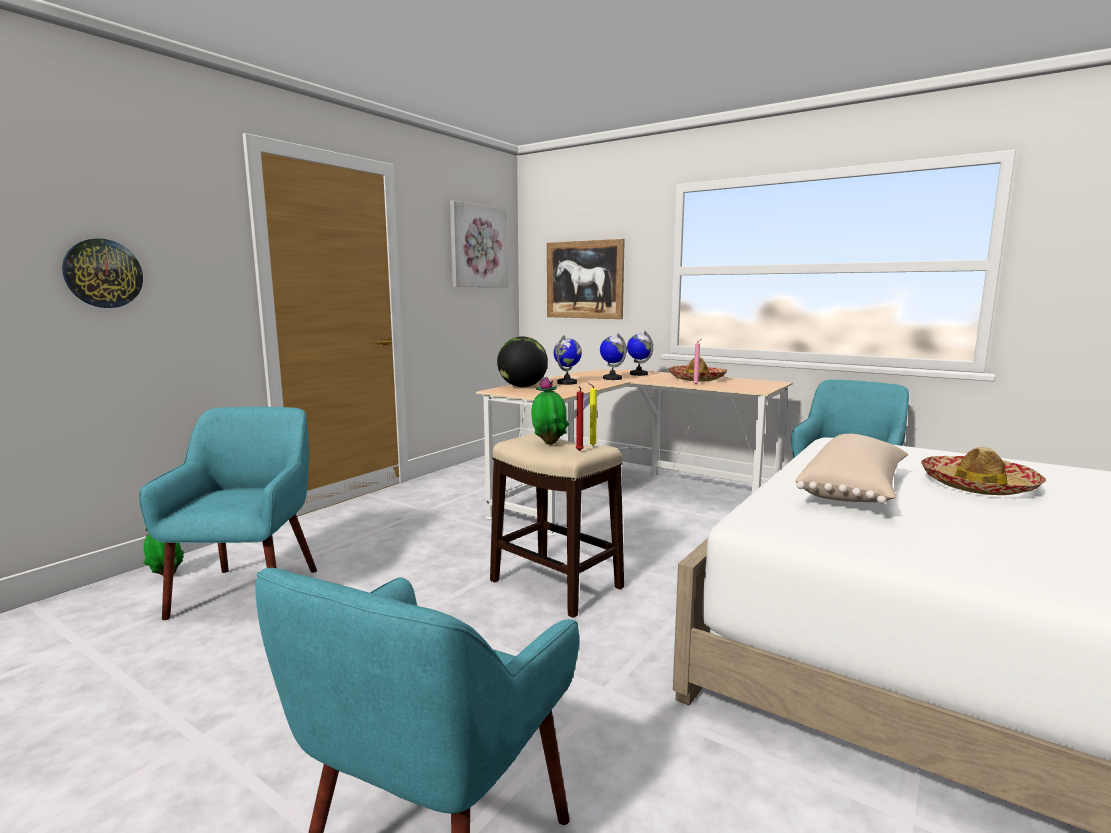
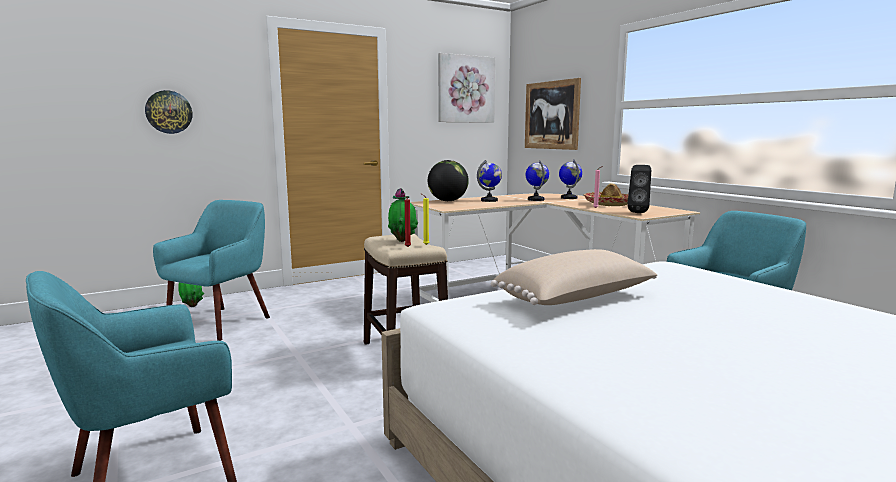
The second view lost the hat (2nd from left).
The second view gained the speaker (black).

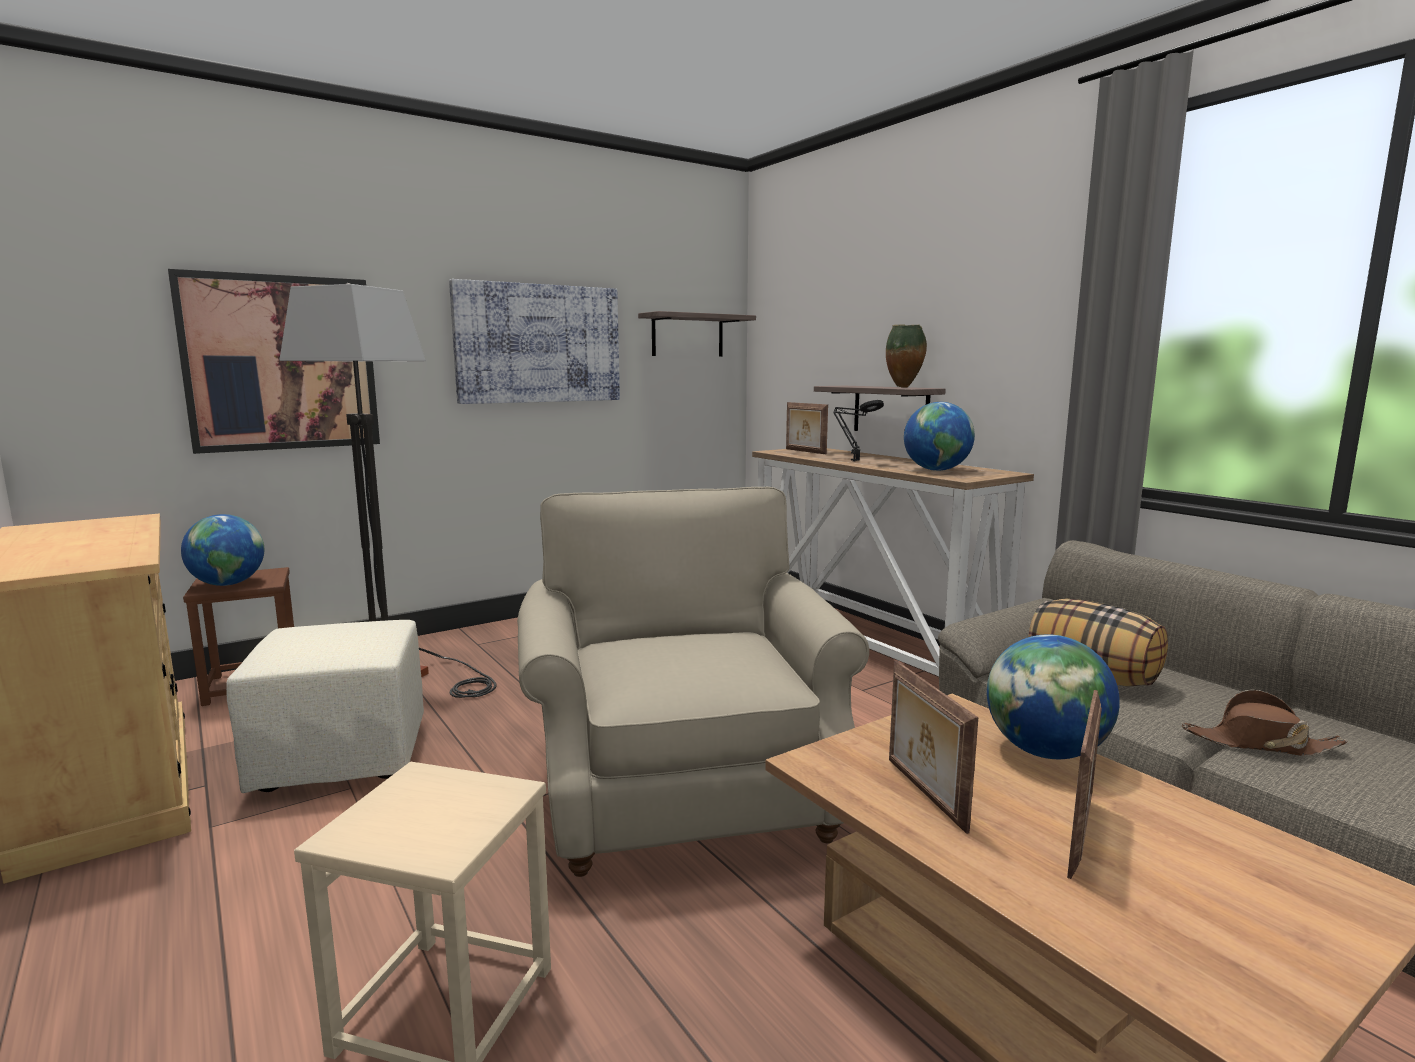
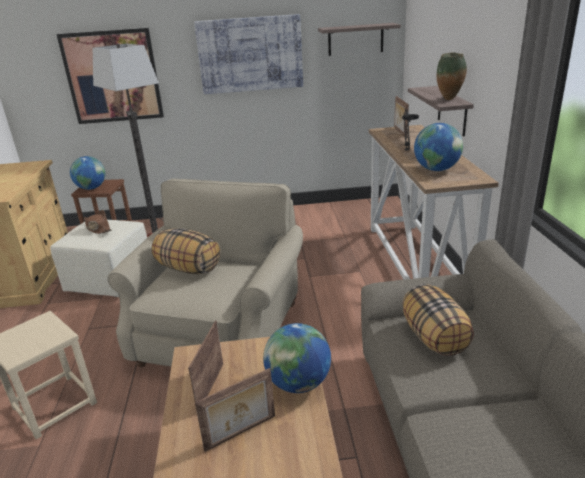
The second view gained the pillow (1st from left).
The hat (brown) ended up elsewhere.

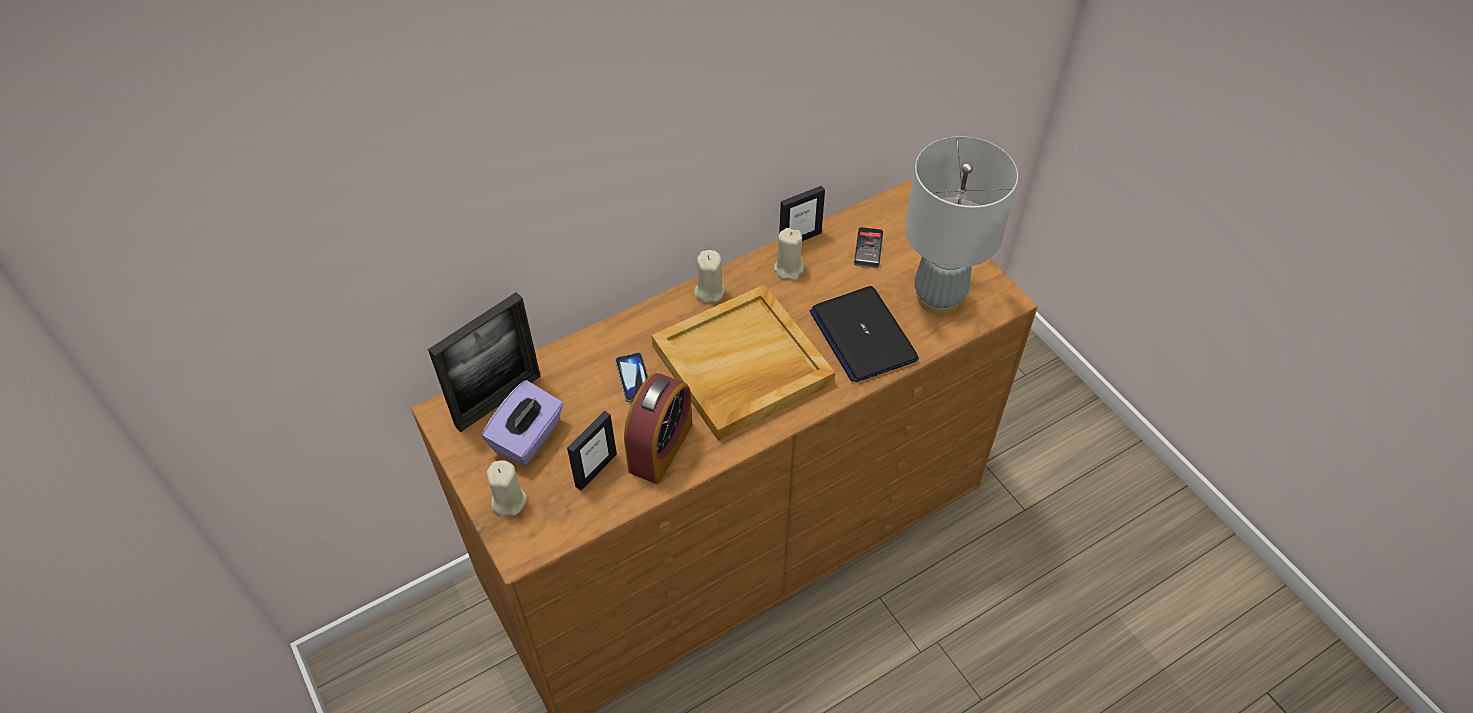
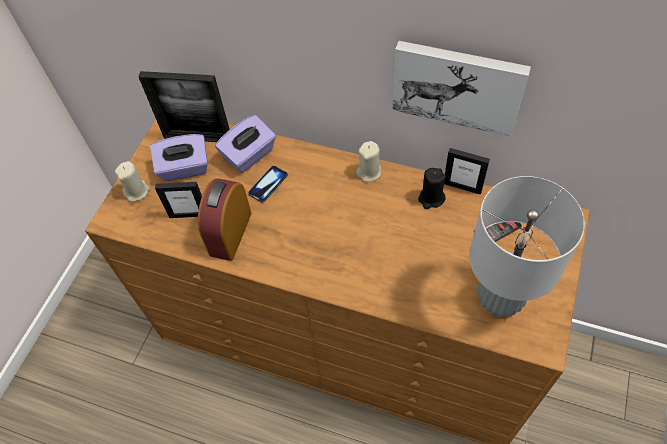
The second view lost the tray (beige).
The second view lost the laptop.
The second view gained the tissue box (purple) (2nd from left).
The second view gained the picture.
What was the candle (beige) (3rd from left) turned into the candle (black).
The alarm clock ended up facing another way, 120 degrees clockwise from before.

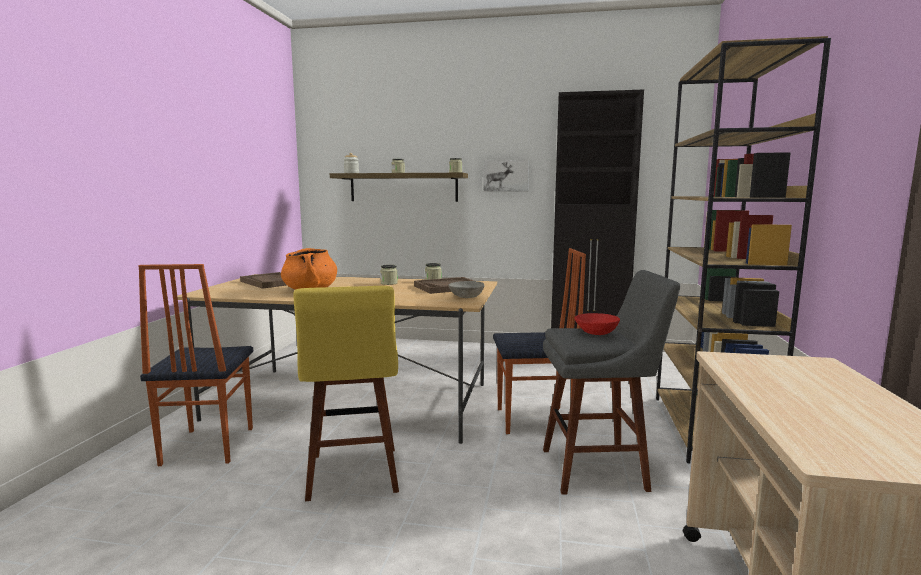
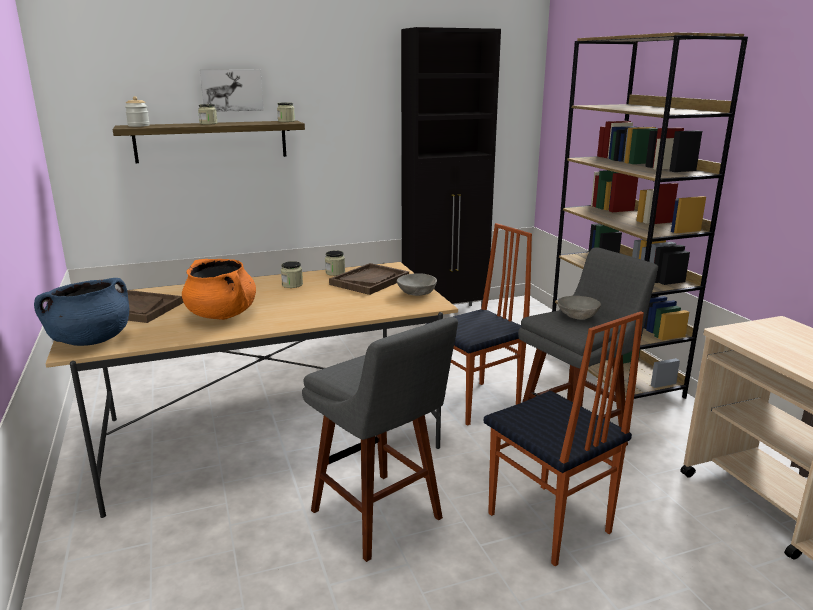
The second view gained the cooking pot (blue).
The chair (1st from left in the first image) ended up elsewhere.
The picture ended up elsewhere.
What was the stool (yellow) turned into the stool (grey) (1st from left).
What was the bowl (red) turned into the bowl (grey) (2nd from left).

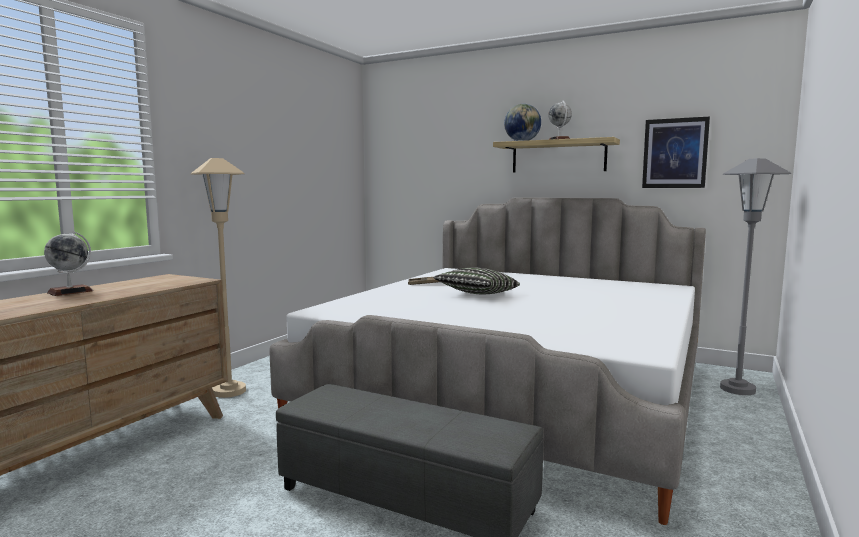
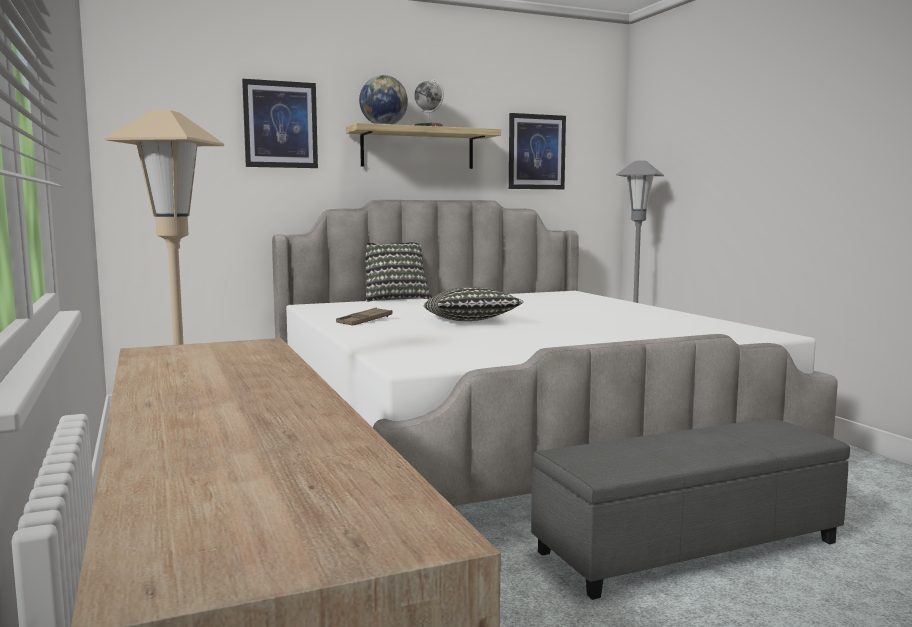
The second view lost the globe (1st from left).
The second view gained the picture (1st from left).
The second view gained the pillow (1st from left).

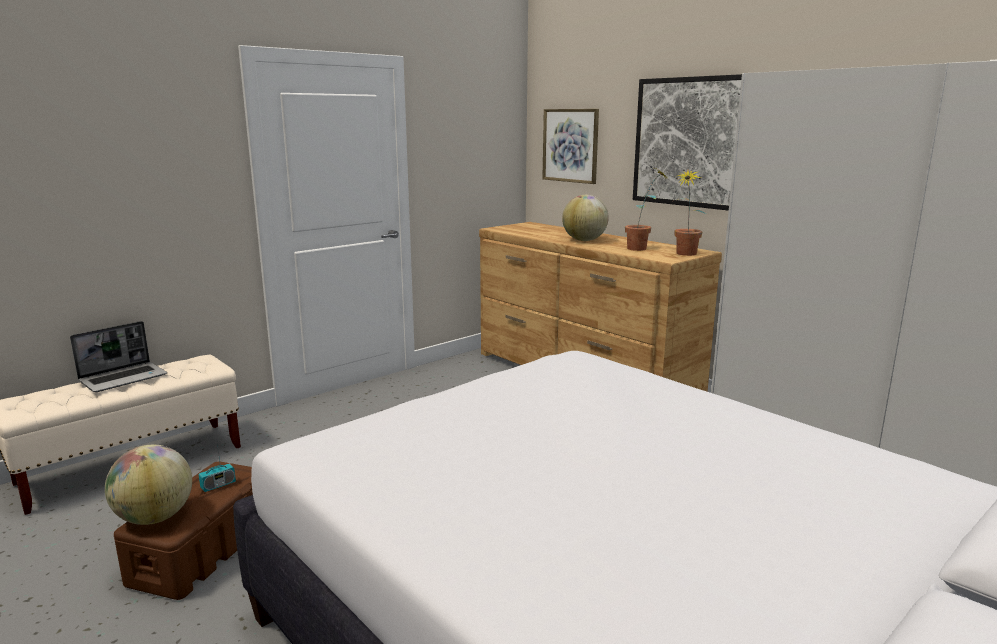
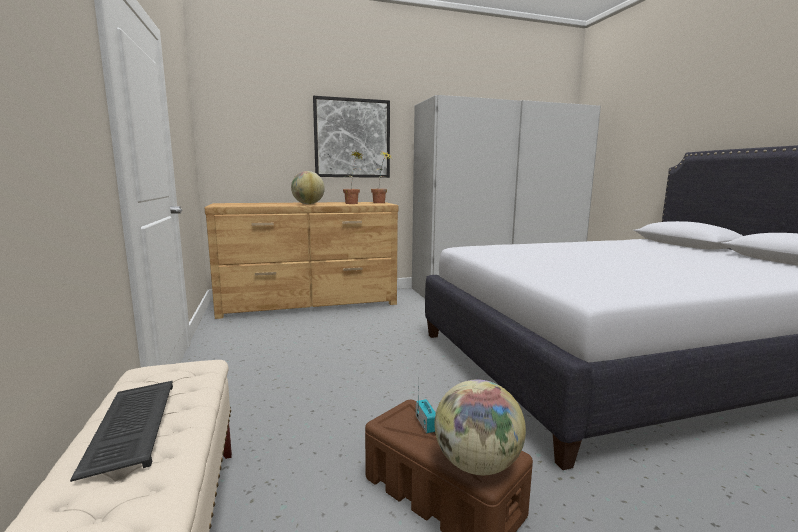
The second view lost the picture (1st from left).
Where the laptop stood, the keyboard came to stand.

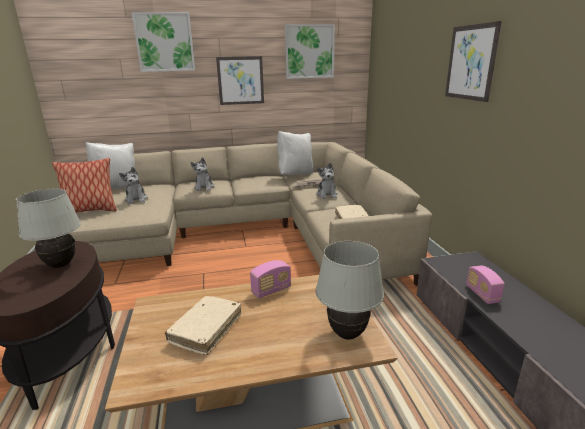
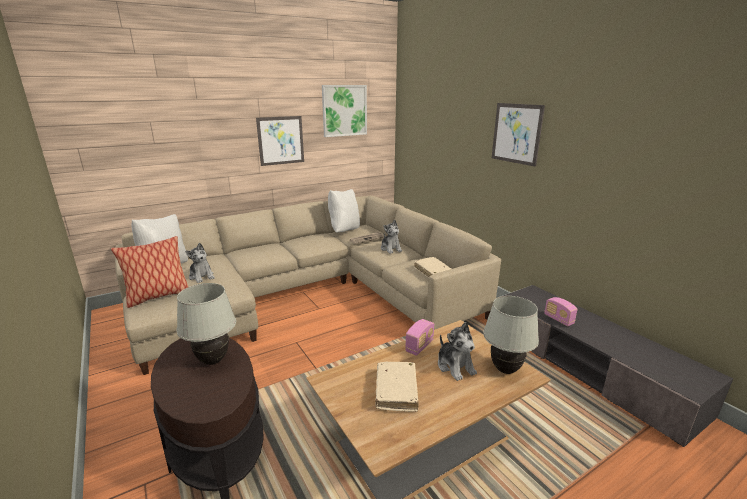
The second view lost the picture (1st from left).
The plush toy (2nd from left in the first image) ended up elsewhere.

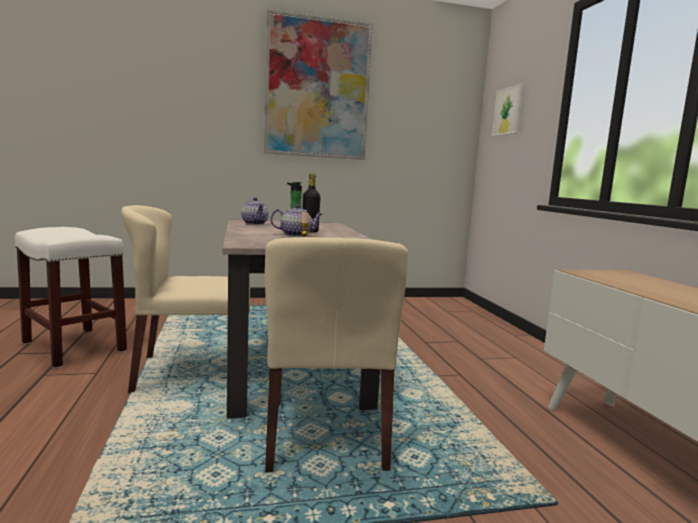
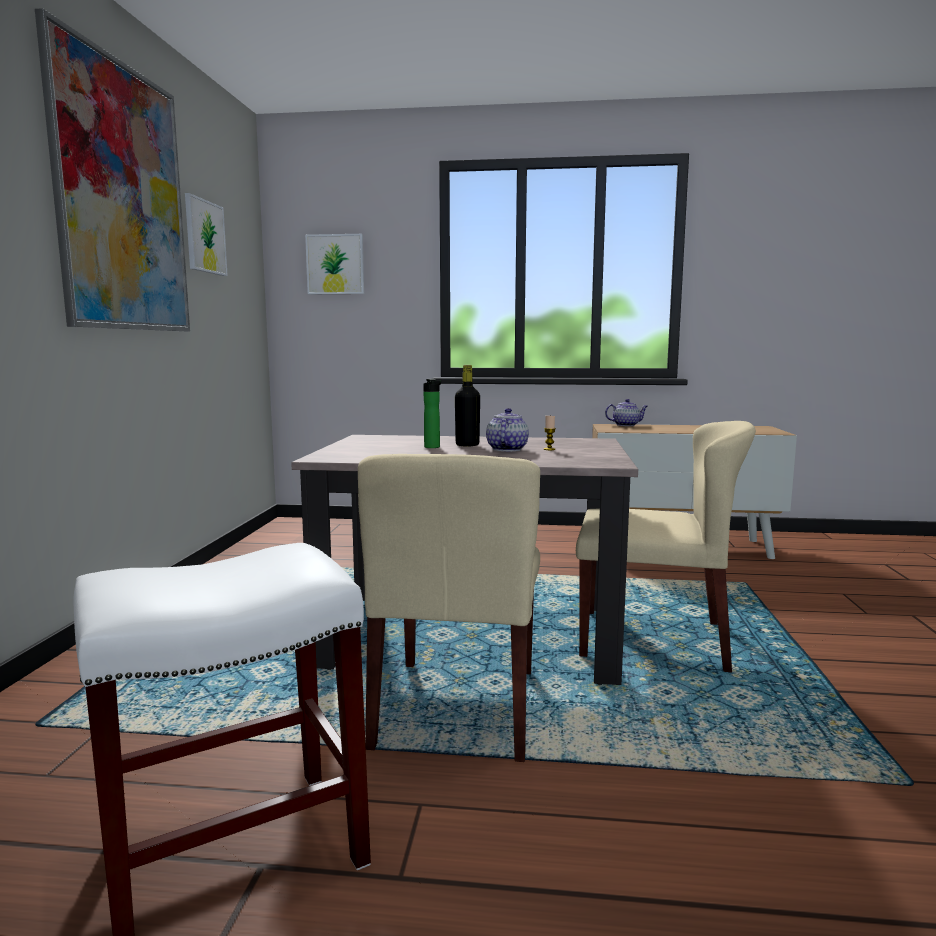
The second view gained the picture (2nd from left).
The teapot (1st from left in the first image) ended up elsewhere.

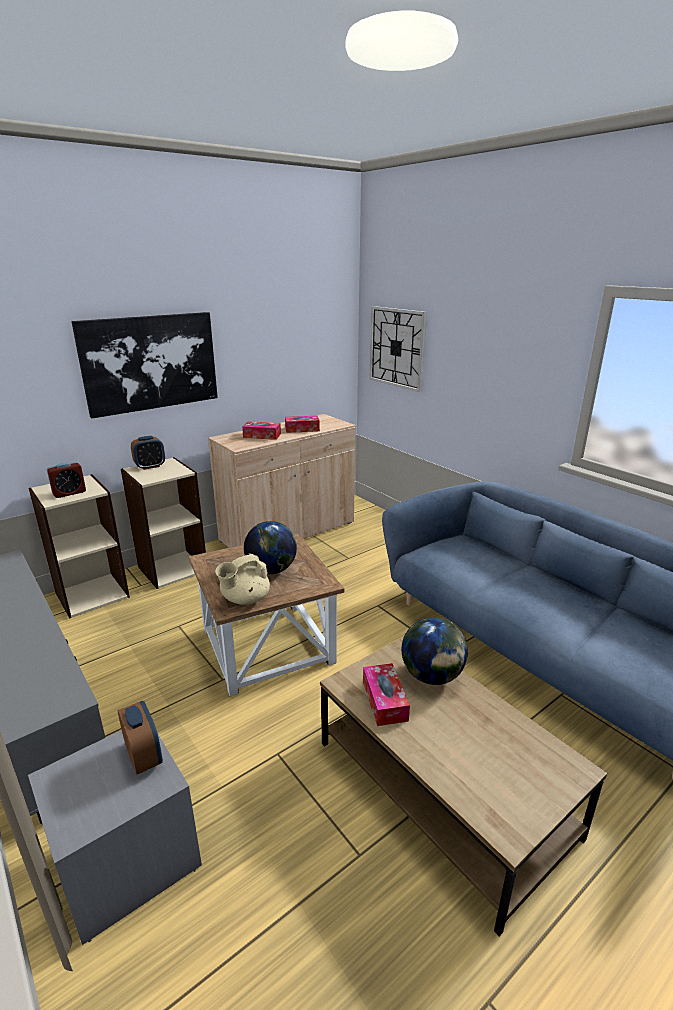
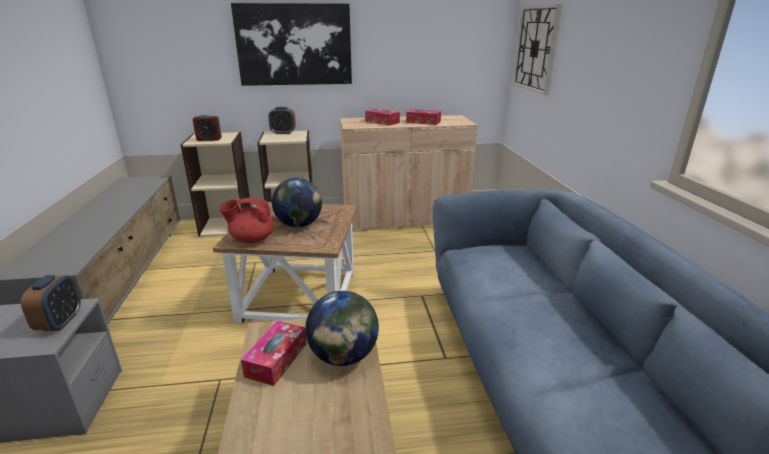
What was the teapot (beige) turned into the teapot (red).

